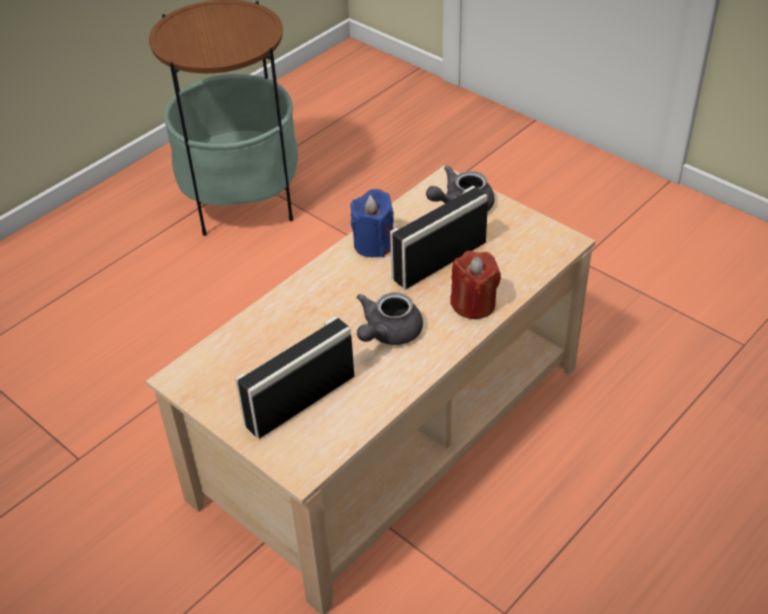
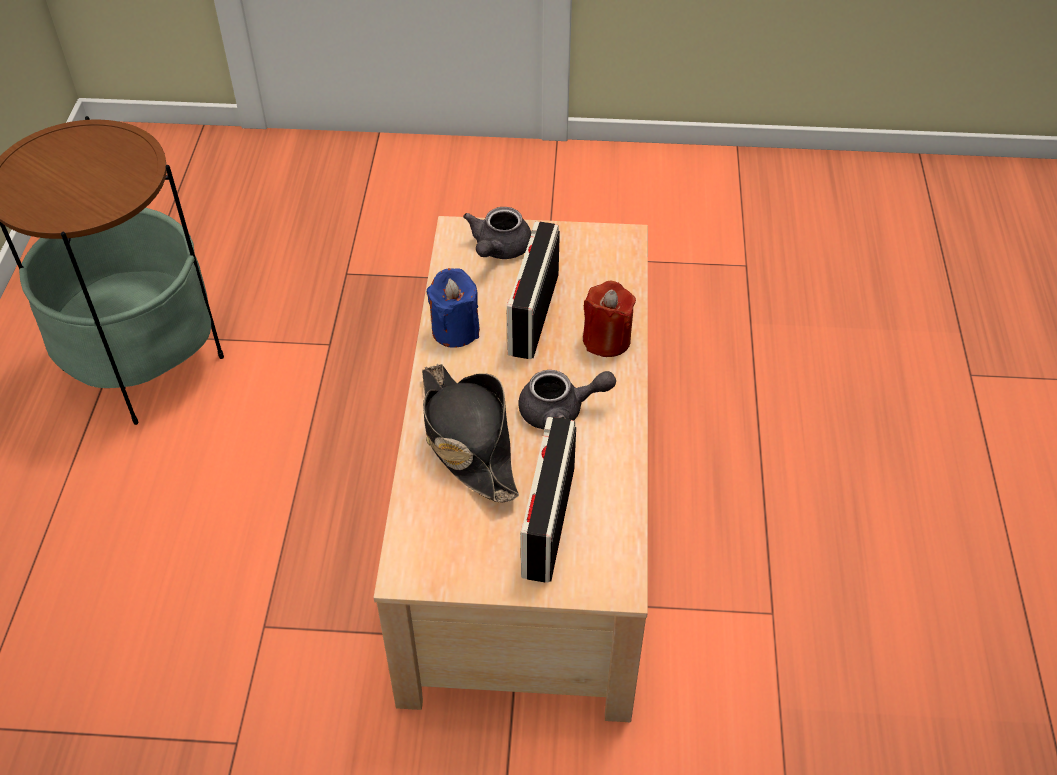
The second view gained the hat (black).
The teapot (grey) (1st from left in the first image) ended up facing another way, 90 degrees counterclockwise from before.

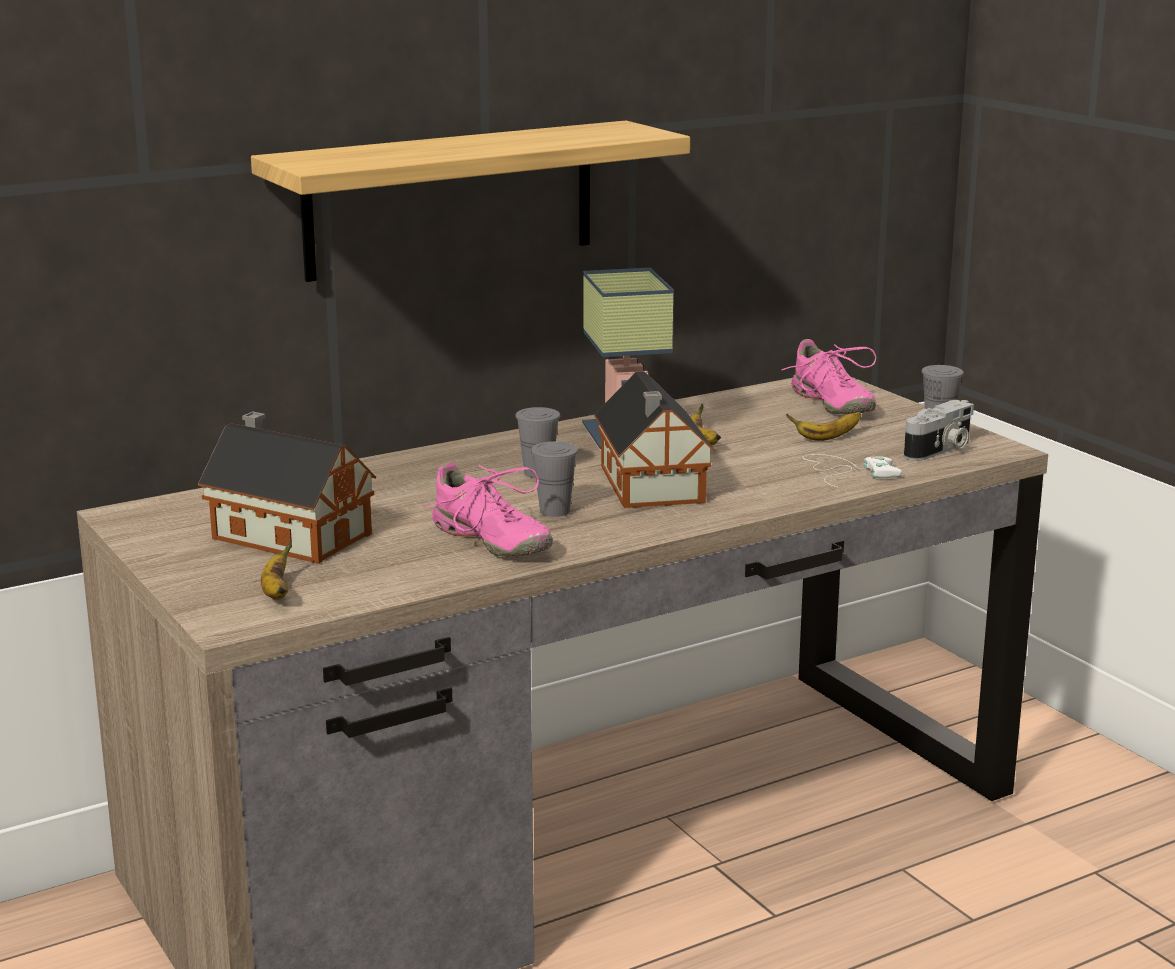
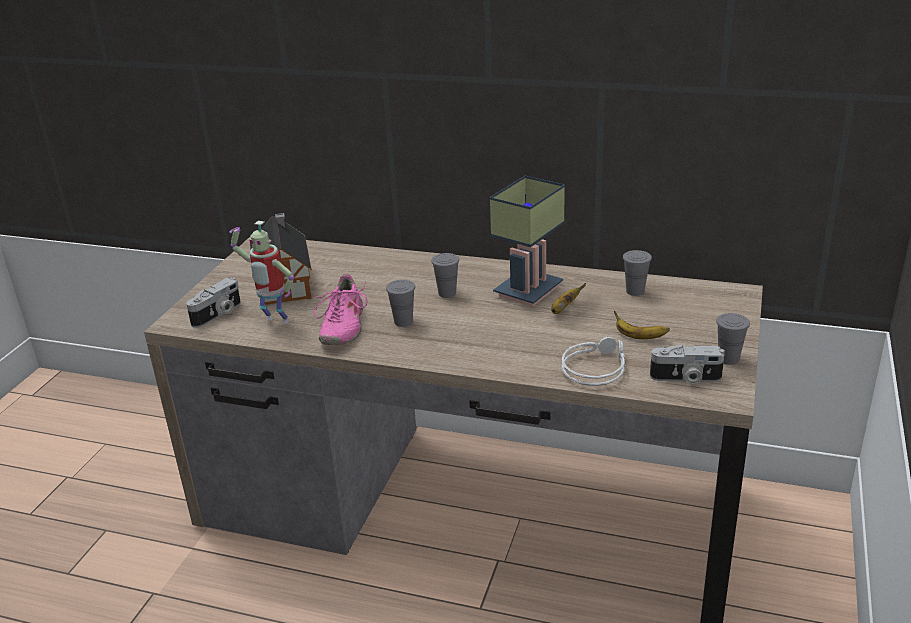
The second view lost the shelf.
The second view lost the toy house (2nd from left).
The second view lost the shoe (pink) (2nd from left).
The second view gained the toy robot.
The second view gained the cup (grey) (3rd from left).
Where the banana (1st from left) stood, the photo camera (1st from left) came to stand.
Where the game controller (white) stood, the headphones (grey) came to stand.

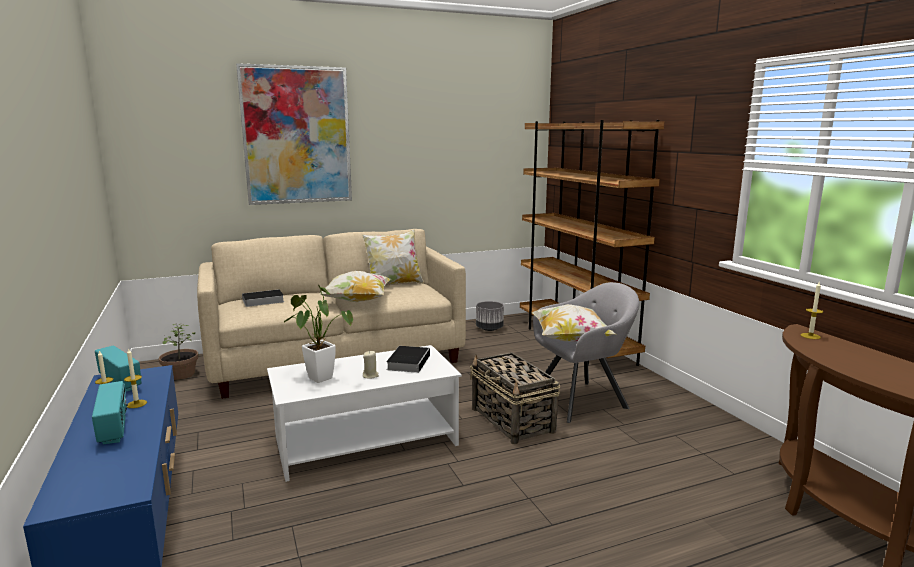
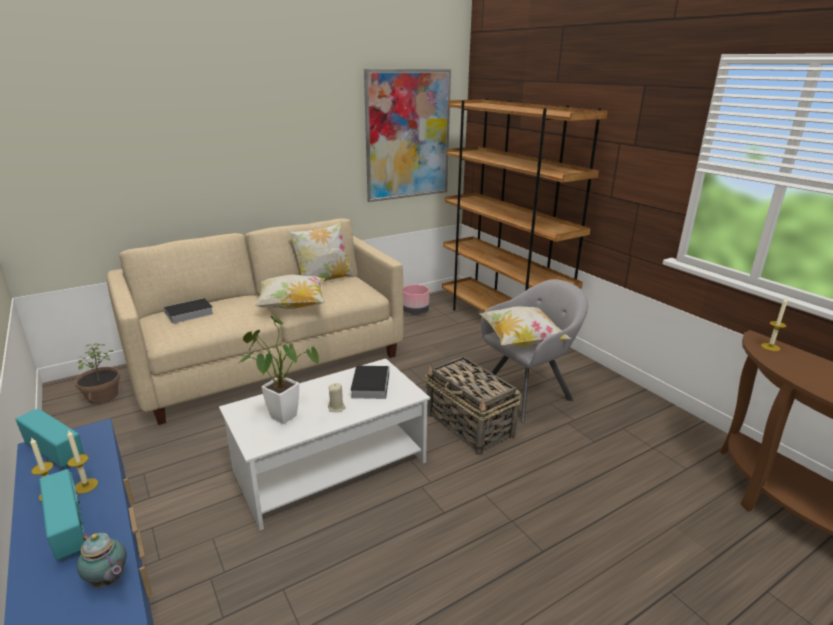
The second view gained the teapot.
The picture ended up elsewhere.
What was the planter (grey) turned into the planter (pink).

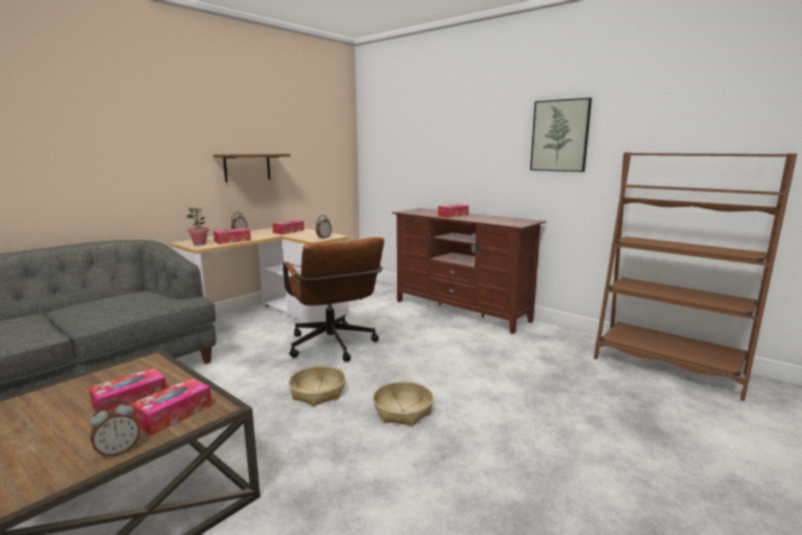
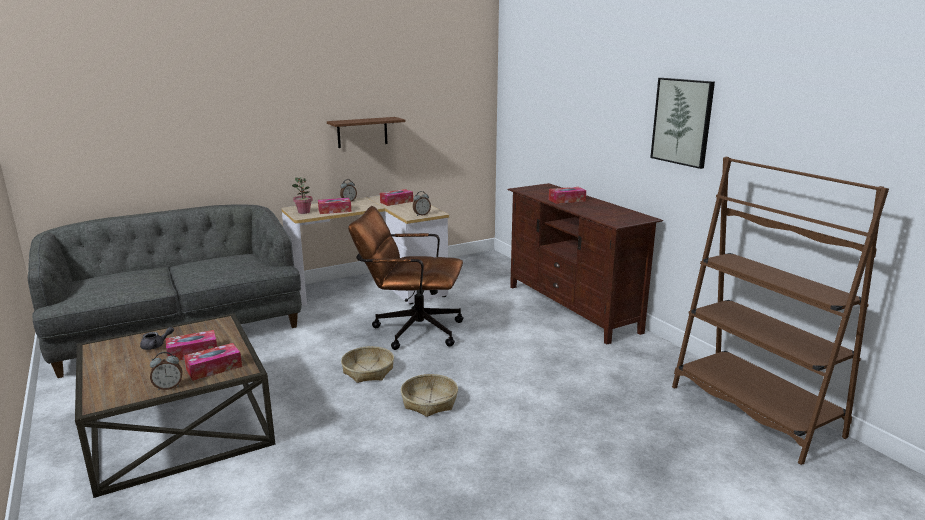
The second view gained the teapot (grey).
The office chair (brown) ended up facing another way, 105 degrees clockwise from before.

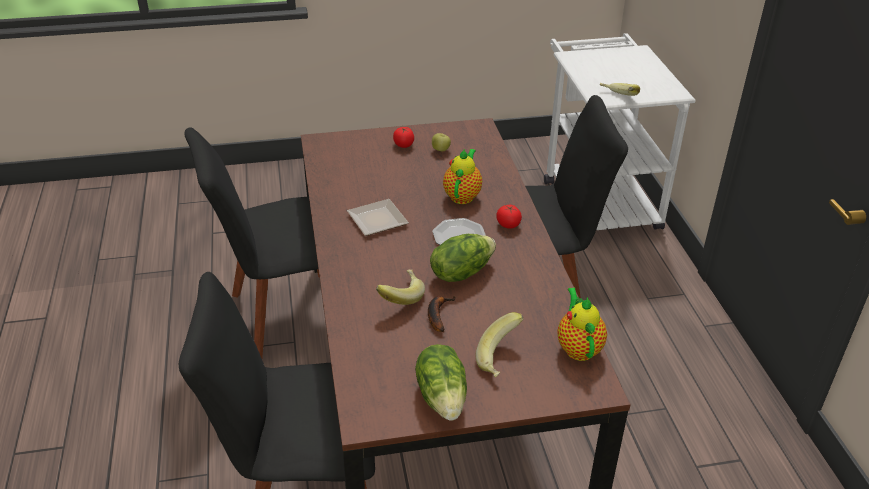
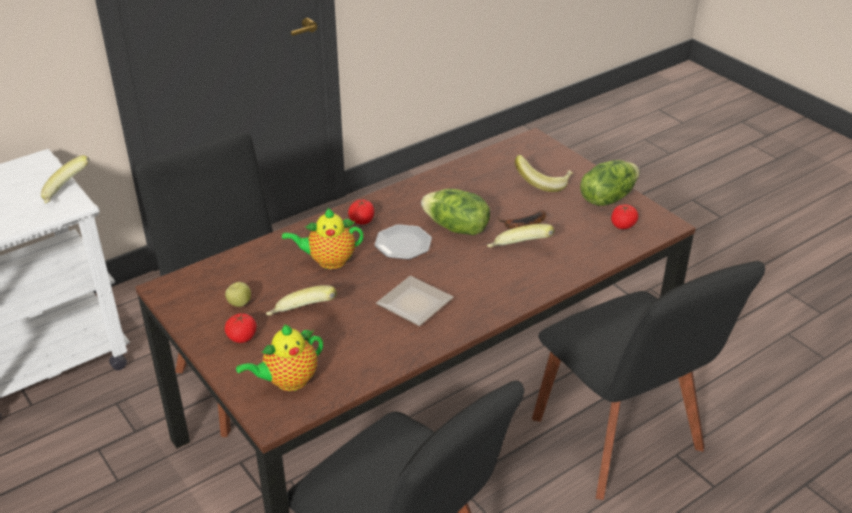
The second view gained the banana (2nd from left).
The second view gained the tomato (3rd from left).
The teapot (2nd from left in the first image) ended up elsewhere.

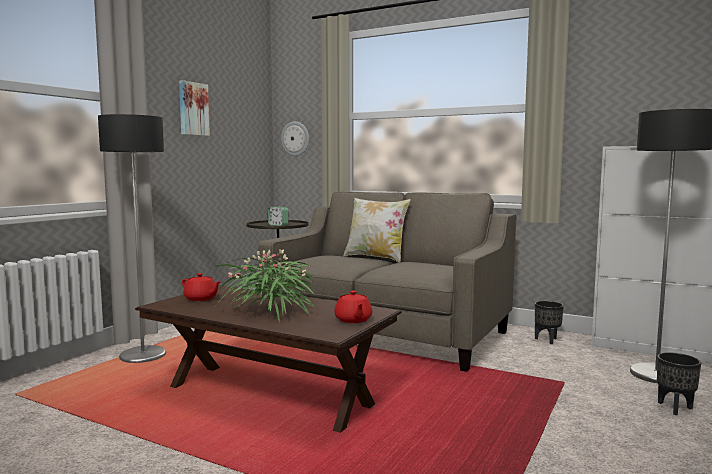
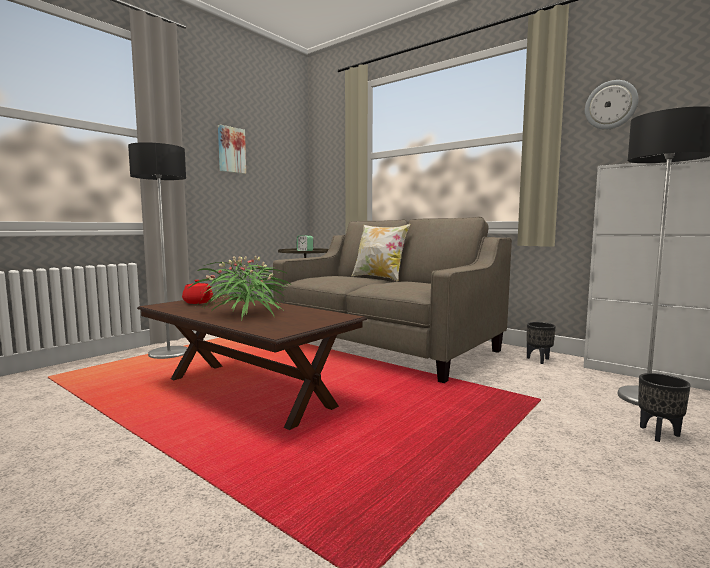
The second view lost the teapot (red) (2nd from left).
The wall clock ended up elsewhere.

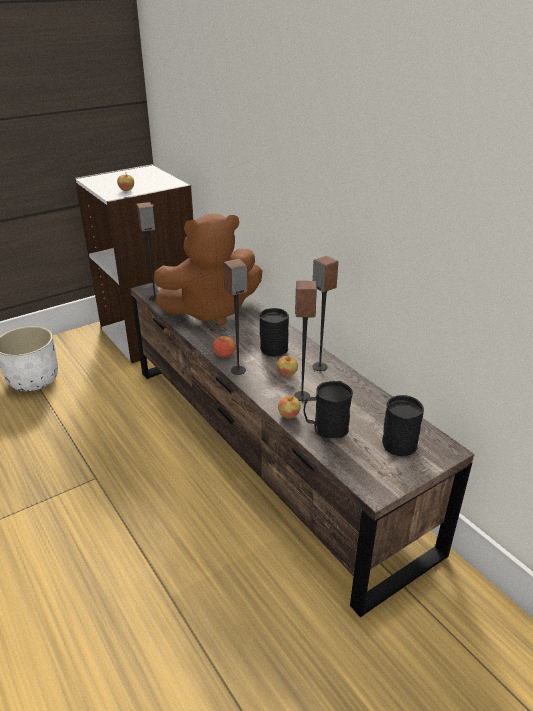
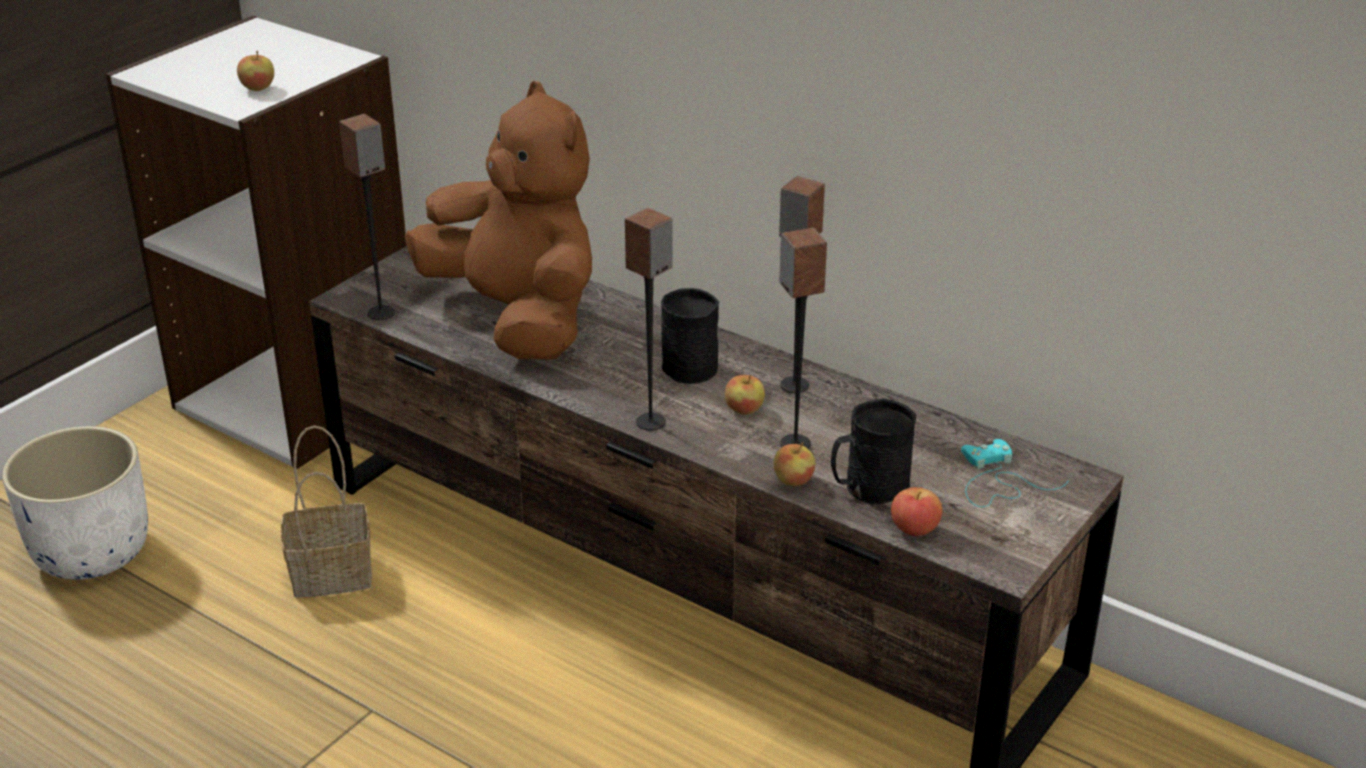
The second view gained the basket.
The apple (2nd from left in the first image) ended up elsewhere.
Where the mug (black) (3rd from left) stood, the game controller (turquoise) came to stand.
The plush toy (brown) ended up facing another way, 90 degrees counterclockwise from before.

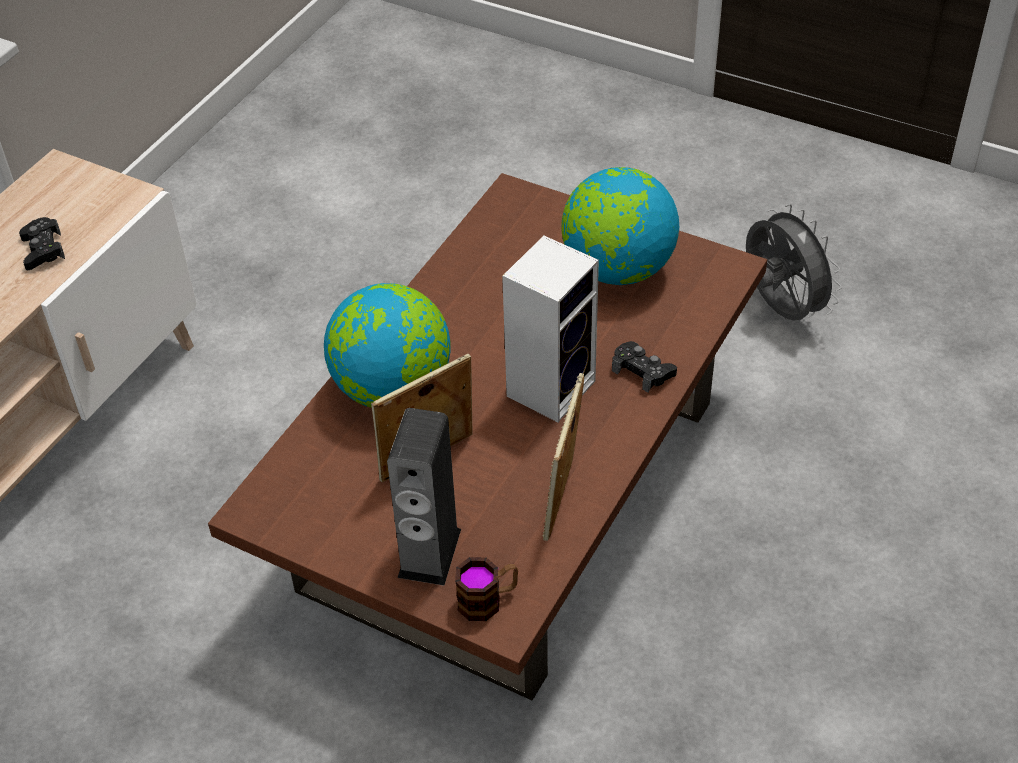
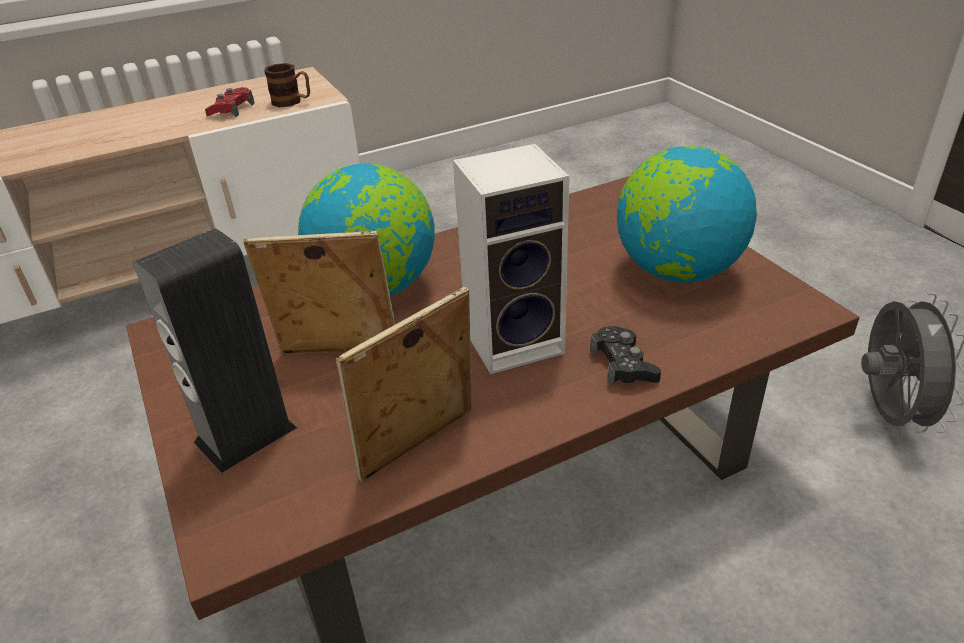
The mug ended up elsewhere.
What was the game controller (black) (1st from left) turned into the game controller (red).

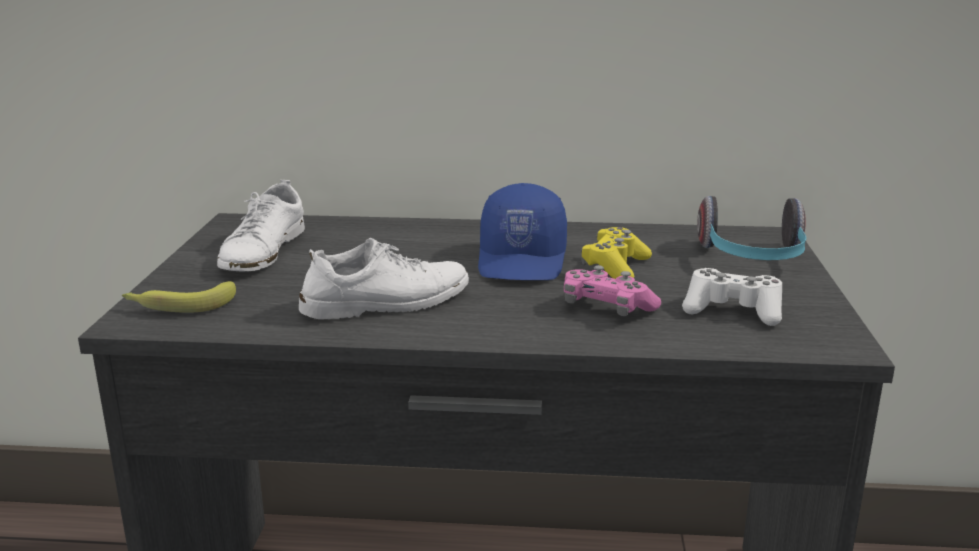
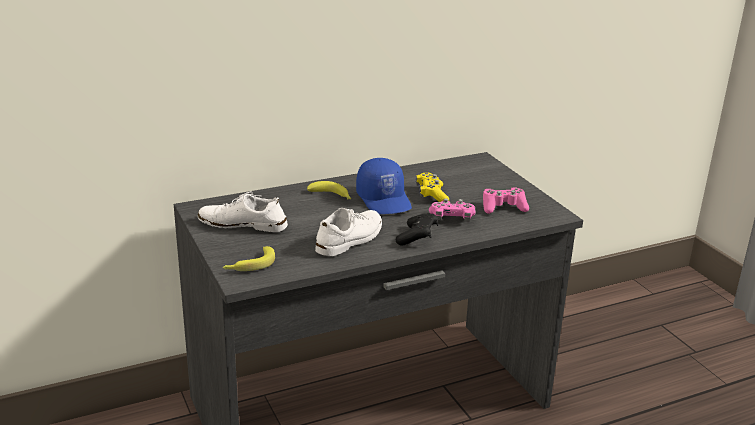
The second view lost the headphones.
The second view gained the banana (2nd from left).
The second view gained the game controller (black).
What was the game controller (white) turned into the game controller (pink) (2nd from left).
The shoe (white) (1st from left) ended up facing another way, 120 degrees clockwise from before.

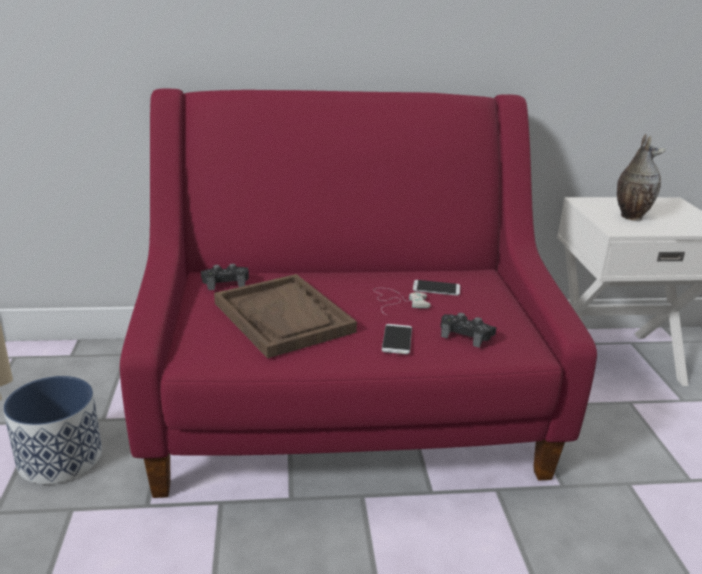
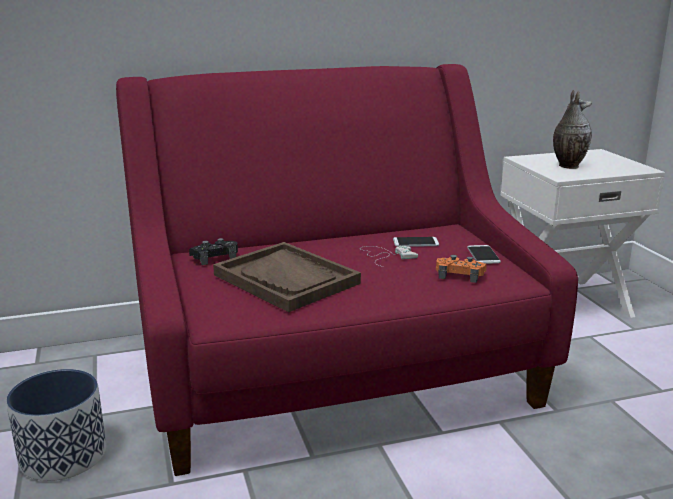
The phone (1st from left in the first image) ended up elsewhere.
What was the game controller (black) (2nd from left) turned into the game controller (orange).

